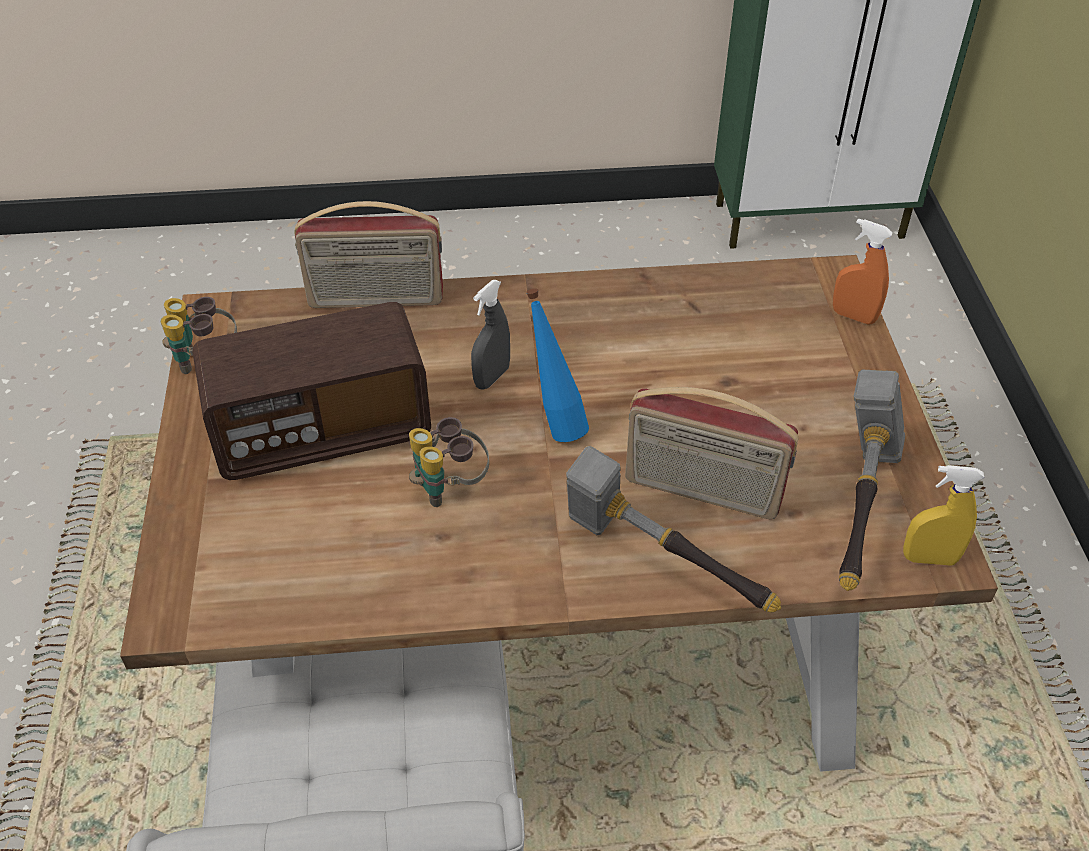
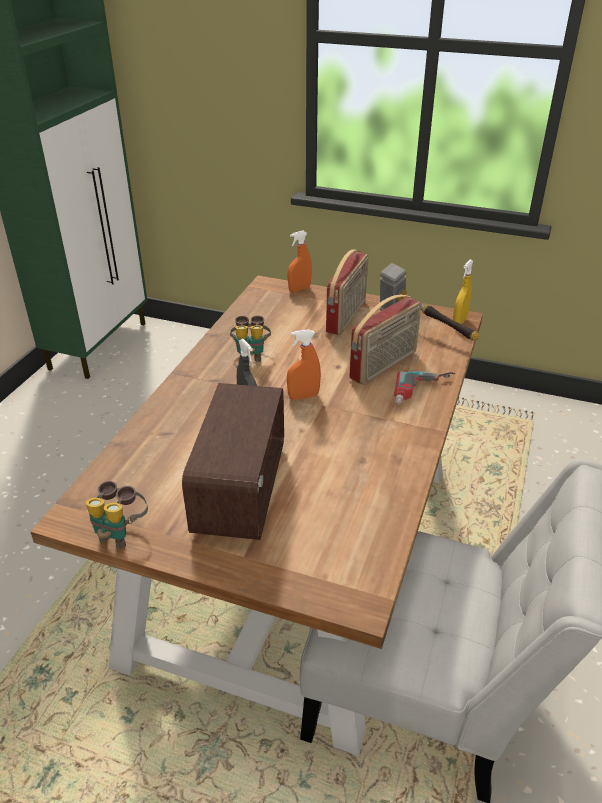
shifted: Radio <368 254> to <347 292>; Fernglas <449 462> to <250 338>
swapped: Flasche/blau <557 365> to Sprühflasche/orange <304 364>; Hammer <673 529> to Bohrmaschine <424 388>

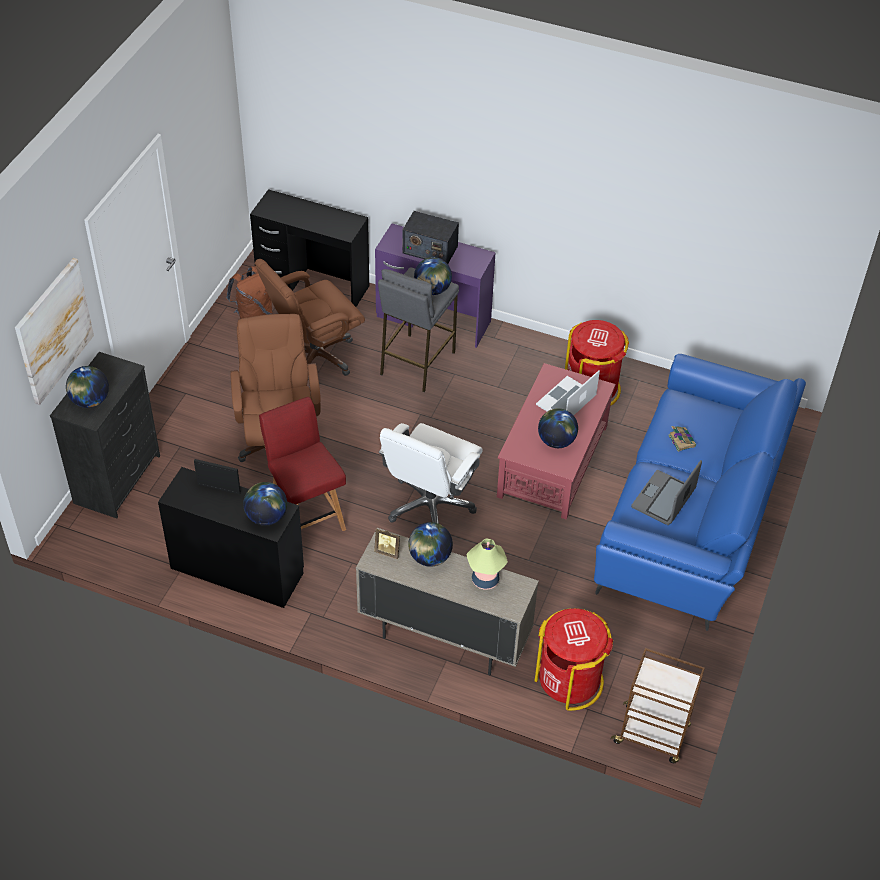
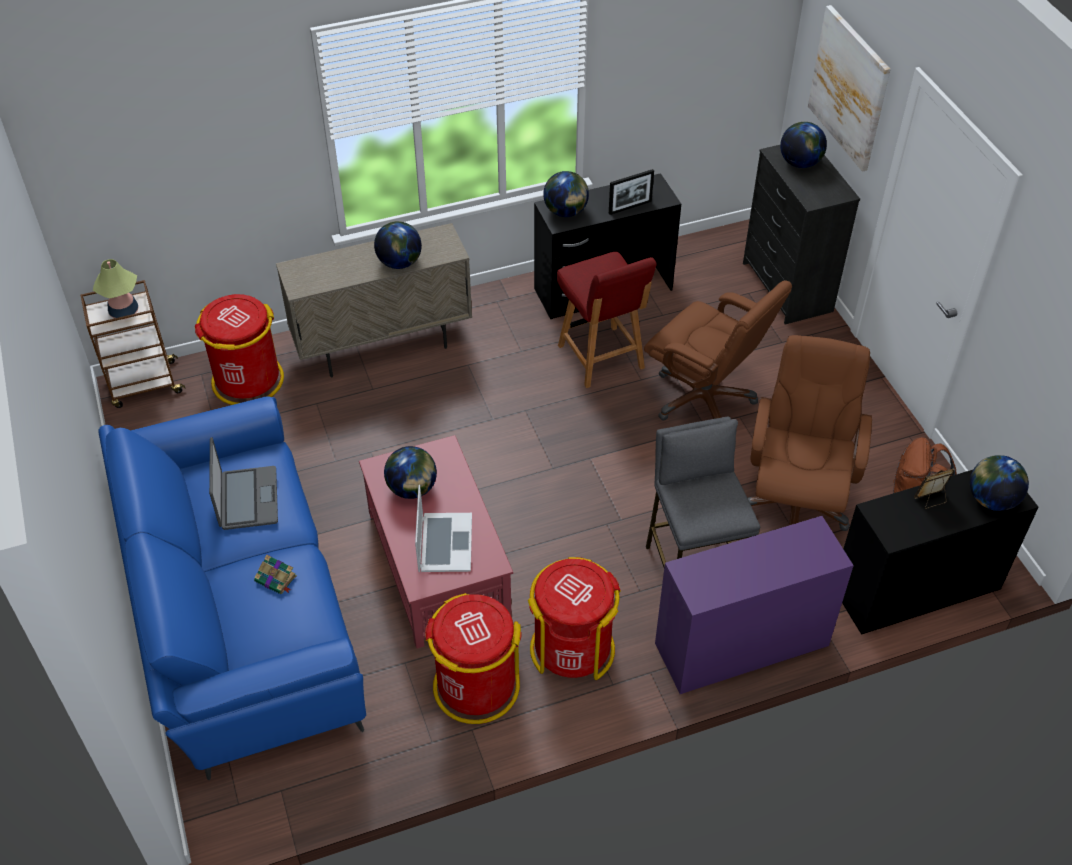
gone: Bürostuhl/weiß <430 473>; Radio <430 237>
new: Mülleimer/rot <574 618>
shifted: Bilderrahmen <387 543> to <934 488>; Globus <433 276> to <999 483>; Tischlampe <487 564> to <116 289>
rotated: Stuhl/rot <302 464> = <607 320> 45 degrees clockwise

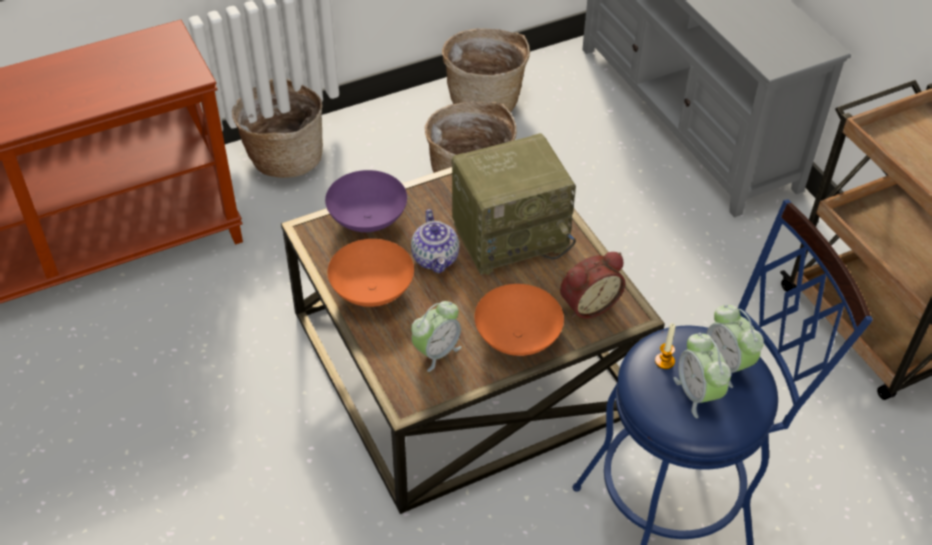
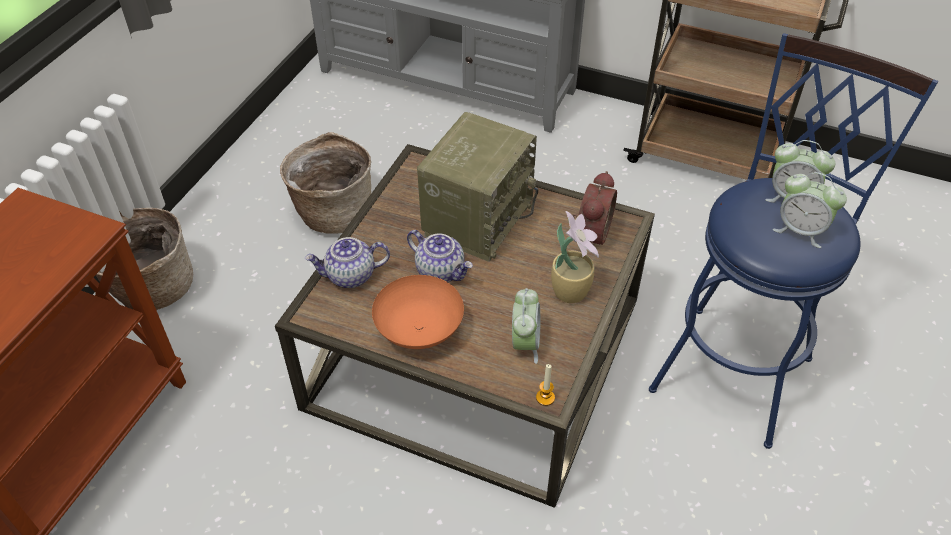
gone: Korb <486 70>
shifted: Kerze <665 346> to <545 385>
swapped: Schüssel/lila <366 201> to Teekanne <347 262>; Schüssel/orange <519 320> to Topfpflanze <575 257>

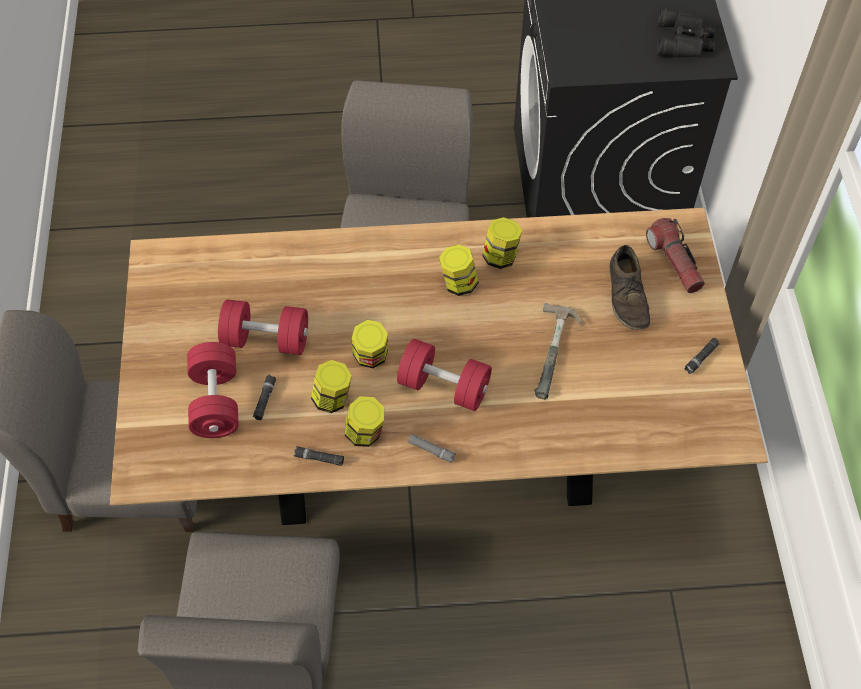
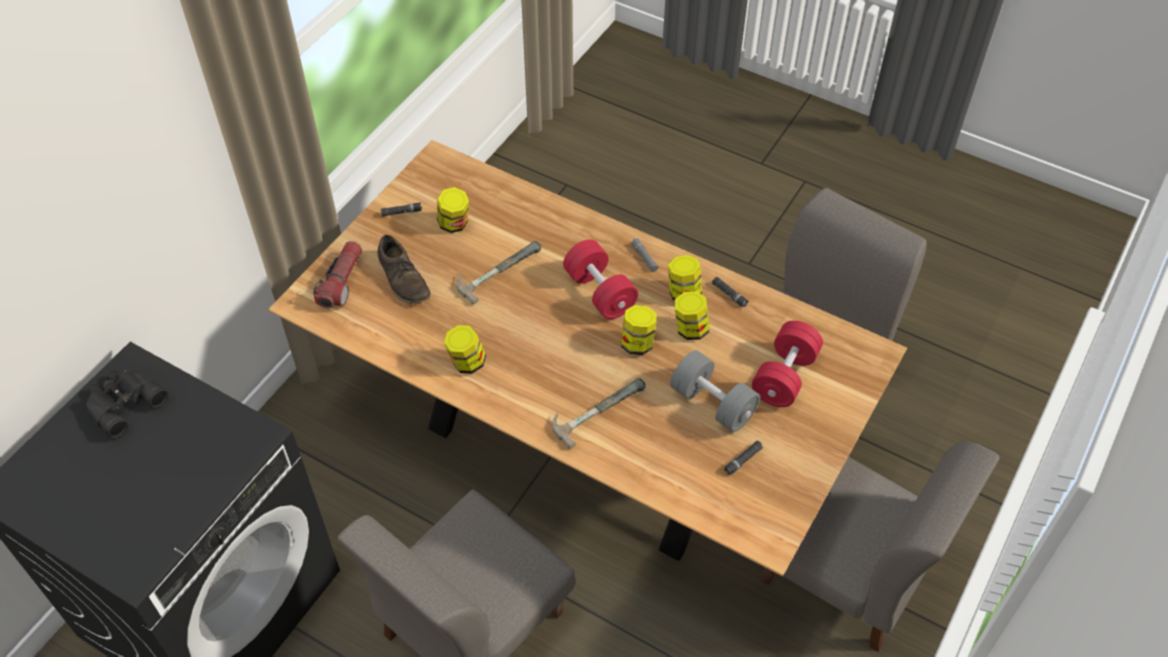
new: Hammer <598 413>
shifted: Taschenlampe/schwarz <264 397> to <743 458>; Vorratsglas <459 270> to <453 210>
repainted: Hantel/rot <263 327> to Hantel/grau <715 391>
rotated: Schuh/braun <629 287> = <404 269> 120 degrees clockwise

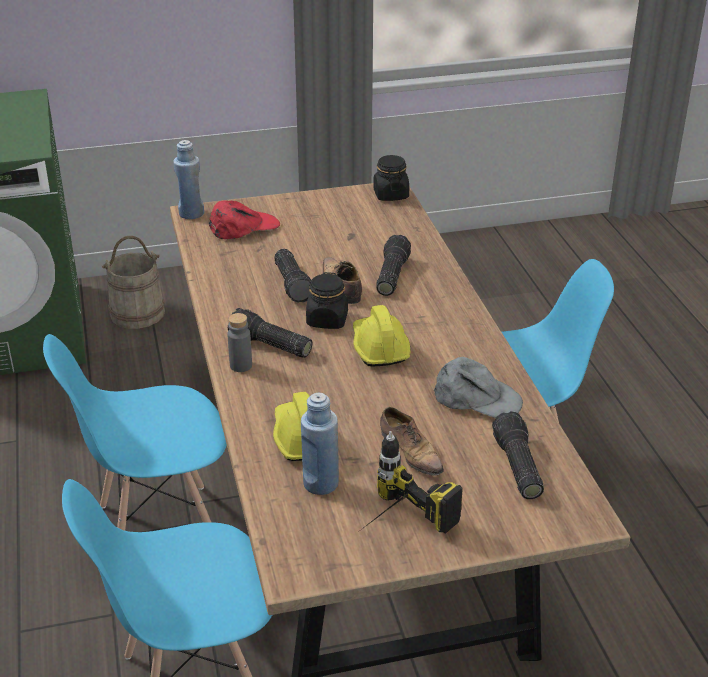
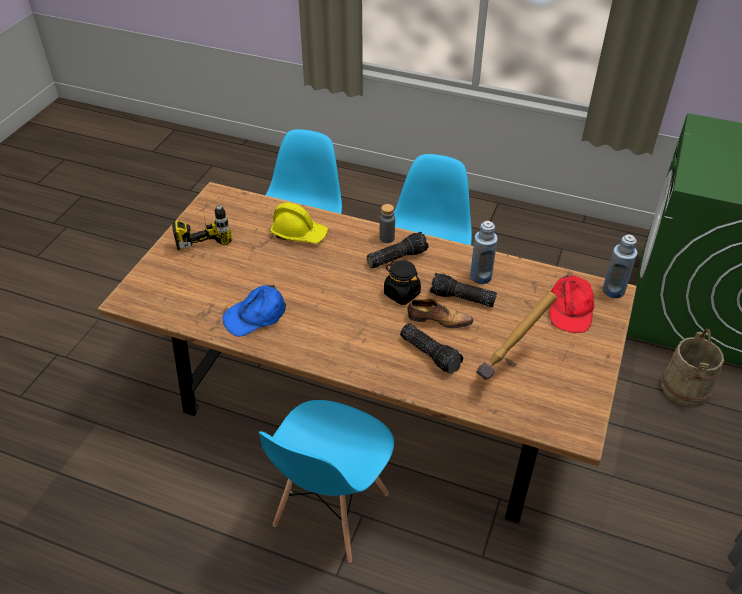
gone: Schutzhelm/gelb <382 336>; Vorratsglas/schwarz <391 178>; Schuh <412 442>; Taschenlampe <518 455>
new: Hammer <516 336>
shifted: Flasche/blau <320 444> to <484 252>
repainted: Kappe/grau <478 387> to Kappe/blau <254 311>

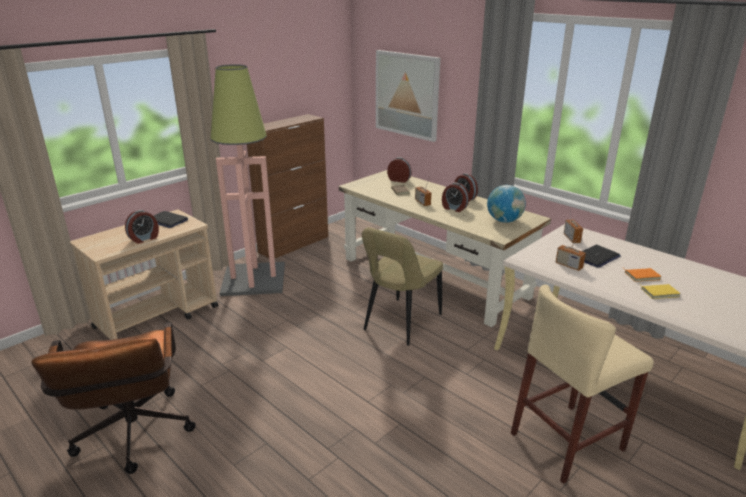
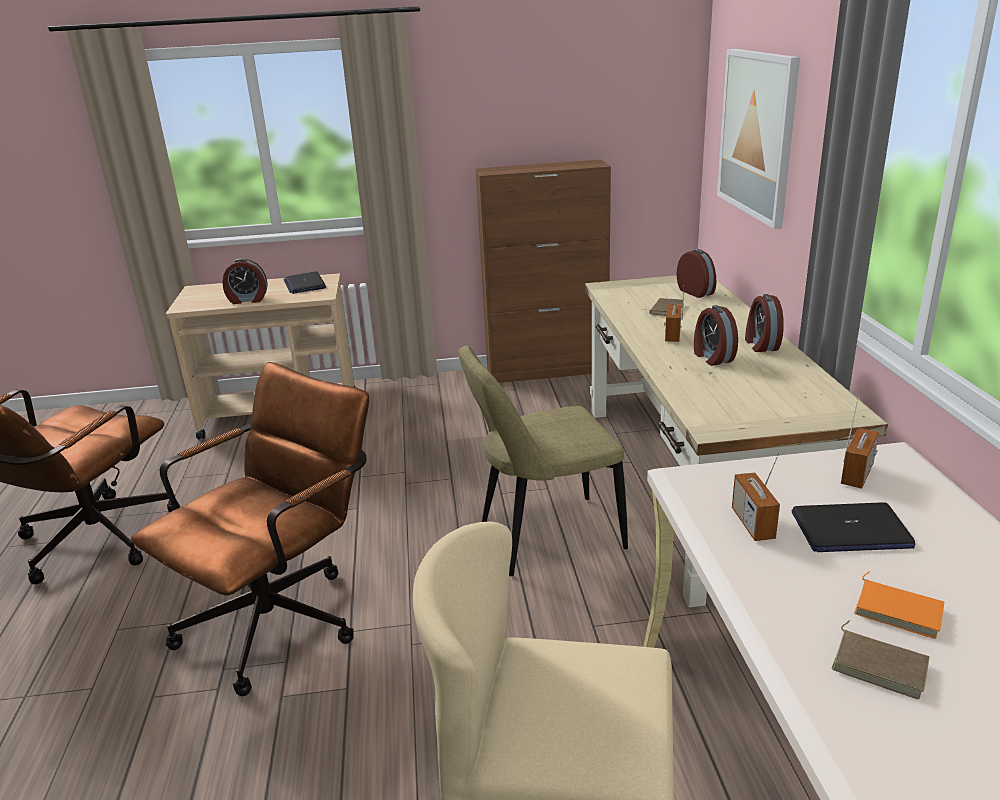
gone: Stehlampe <247 180>; Globus <506 204>
new: Bürostuhl/braun <250 529>
repainted: Buch/gelb <660 291> to Buch/braun <880 660>

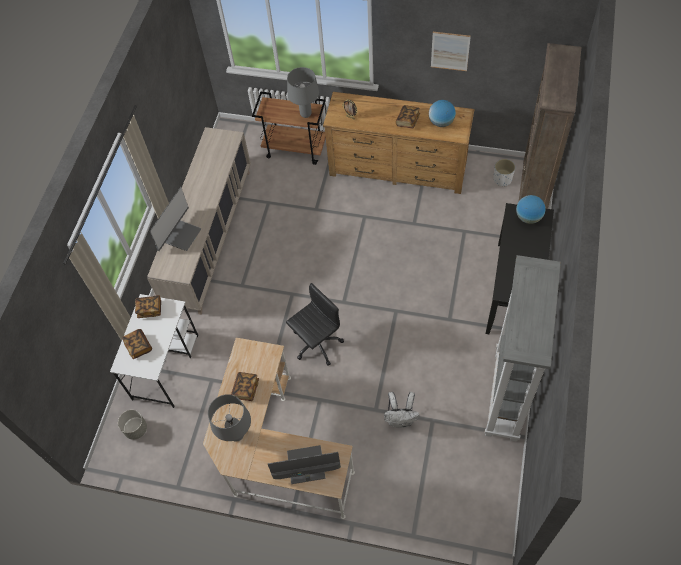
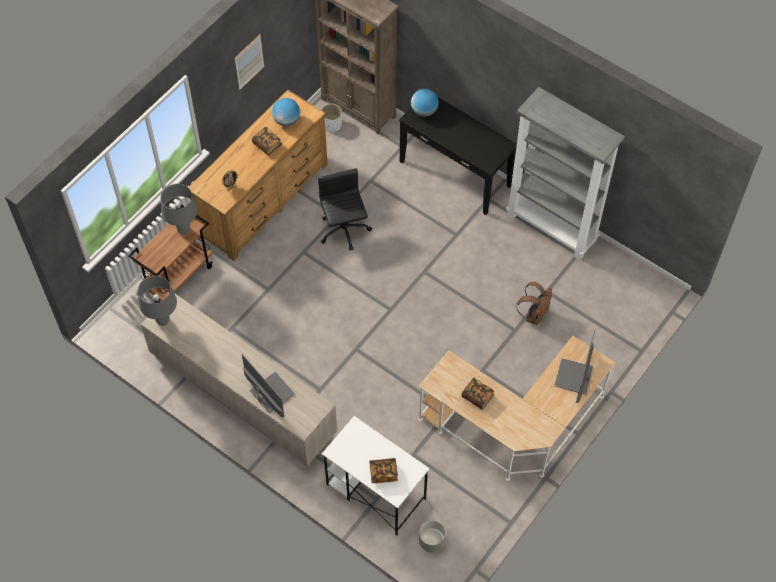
gone: Buch <148 306>
shifted: Tischlampe/grau <229 418> to <157 301>; Bürostuhl/schwarz <315 324> to <345 209>
repainted: Rucksack/weiß <402 409> to Rucksack/braun <534 303>

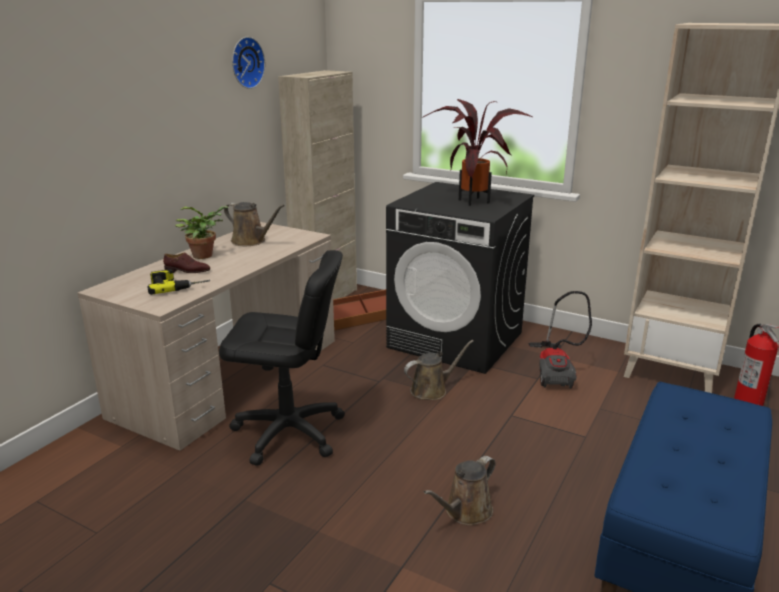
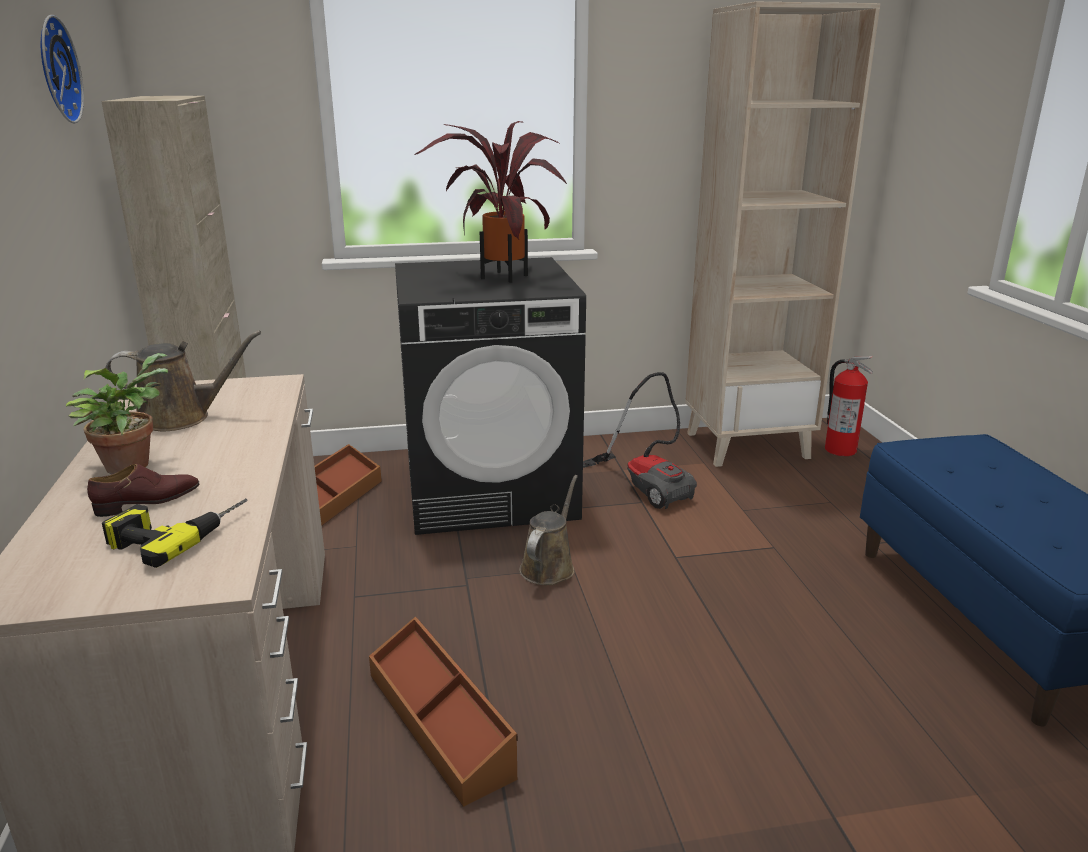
gone: Gießkanne/braun <460 490>
swapped: Bürostuhl/schwarz <282 358> to Aufbewahrungsbox/braun <443 711>

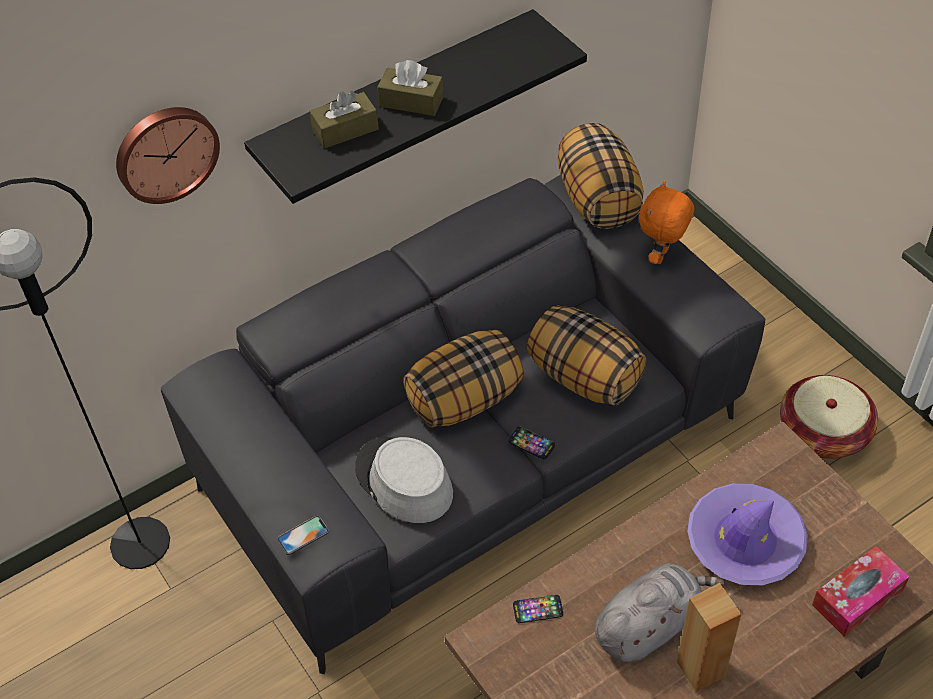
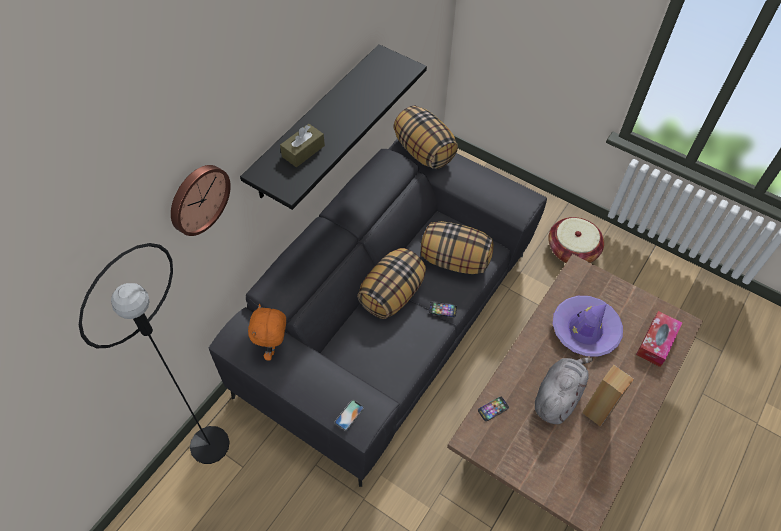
gone: Hut/grau <404 480>; Taschentuchbox/braun <410 88>
shifted: Plüschtier/orange <666 222> to <267 332>

